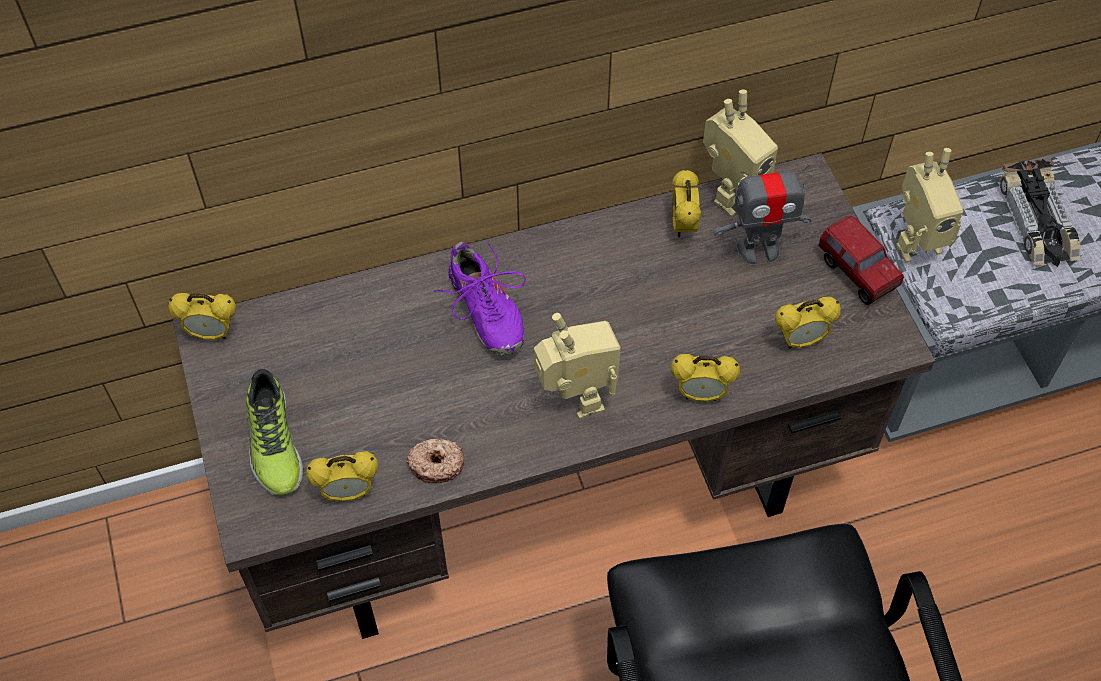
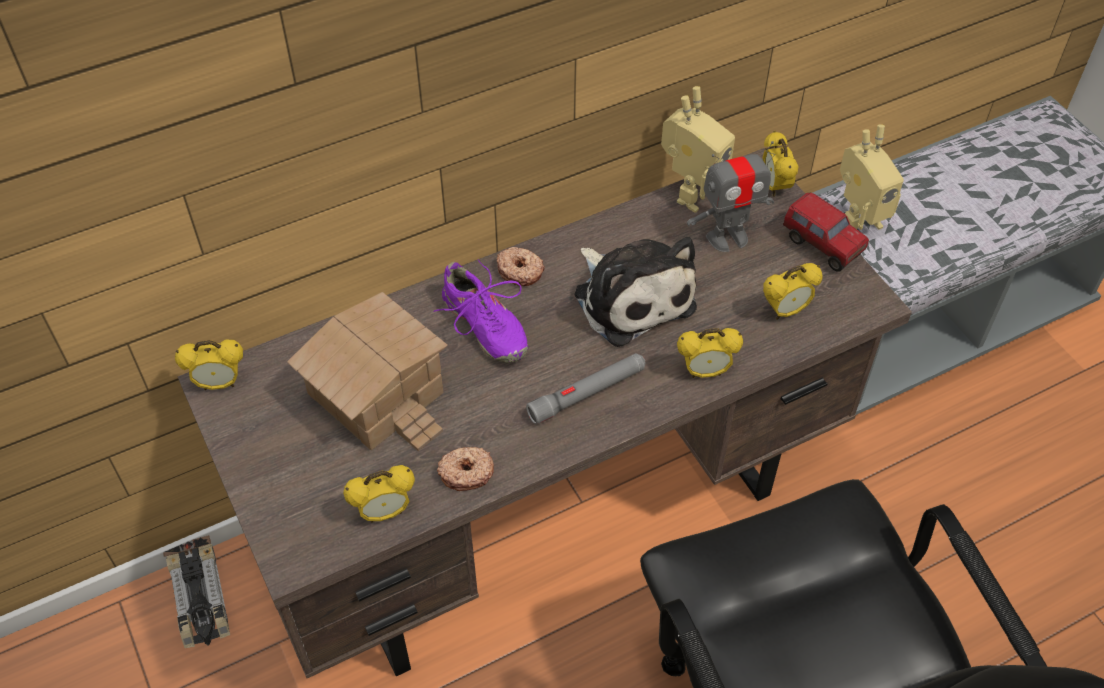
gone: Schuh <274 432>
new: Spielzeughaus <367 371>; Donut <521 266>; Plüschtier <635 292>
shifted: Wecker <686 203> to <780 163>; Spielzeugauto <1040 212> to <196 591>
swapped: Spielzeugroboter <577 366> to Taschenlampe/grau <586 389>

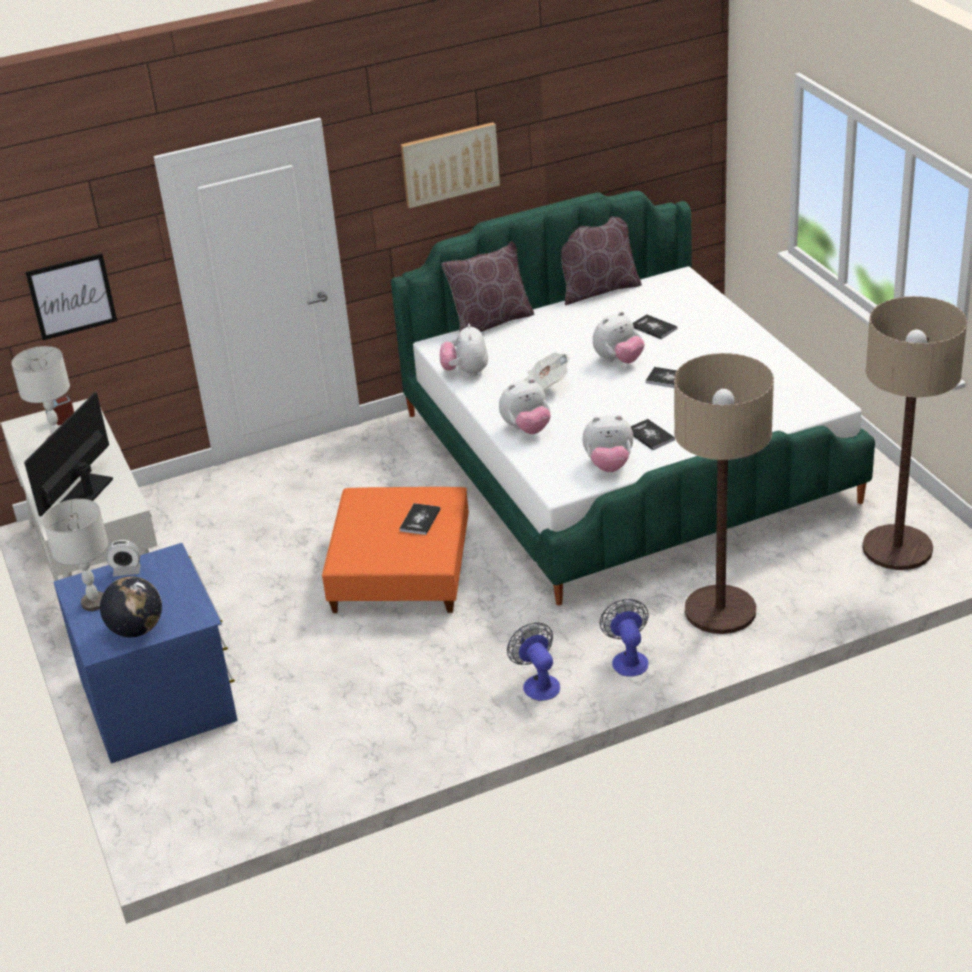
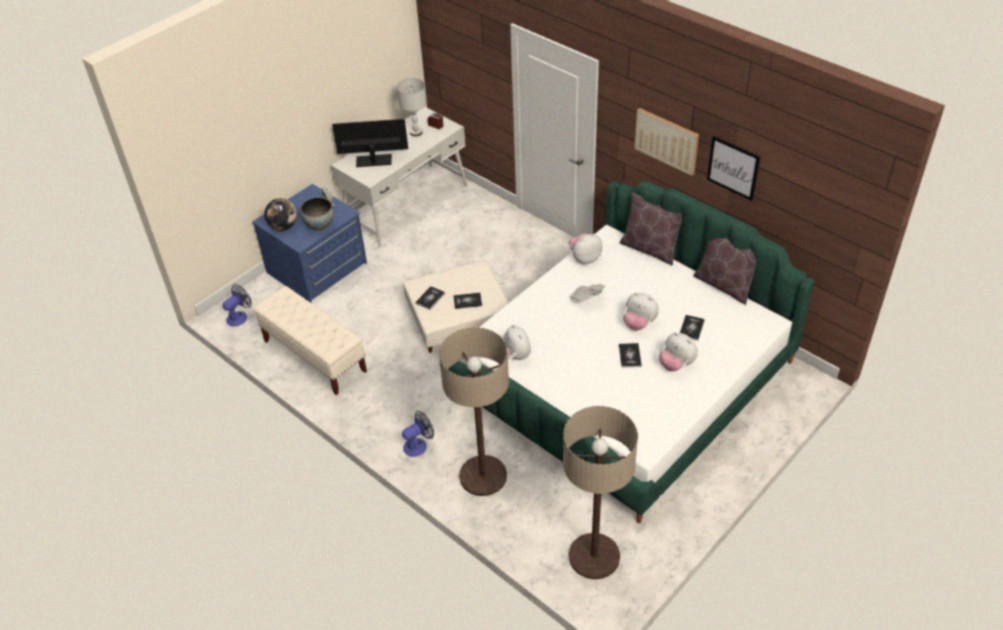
gone: Tischlampe/grau <75 555>
new: Bank/beige <310 340>; Schüssel <317 214>
shifted: Bild <71 296> to <733 168>; Plüschtier <525 406> to <678 351>; Ventilator <533 662> to <237 305>; Buch <652 434> to <430 298>
repainted: Polsterhocker/orange <395 550> to Polsterhocker/beige <456 306>

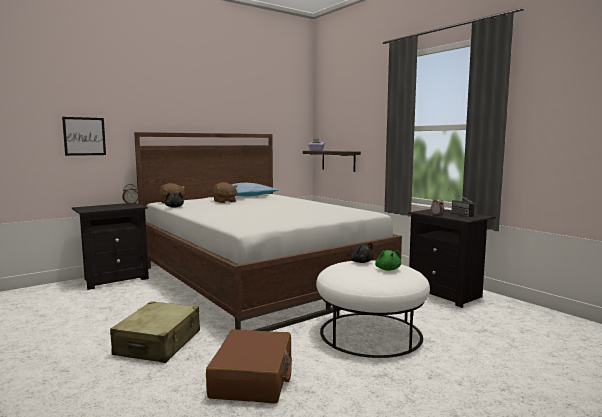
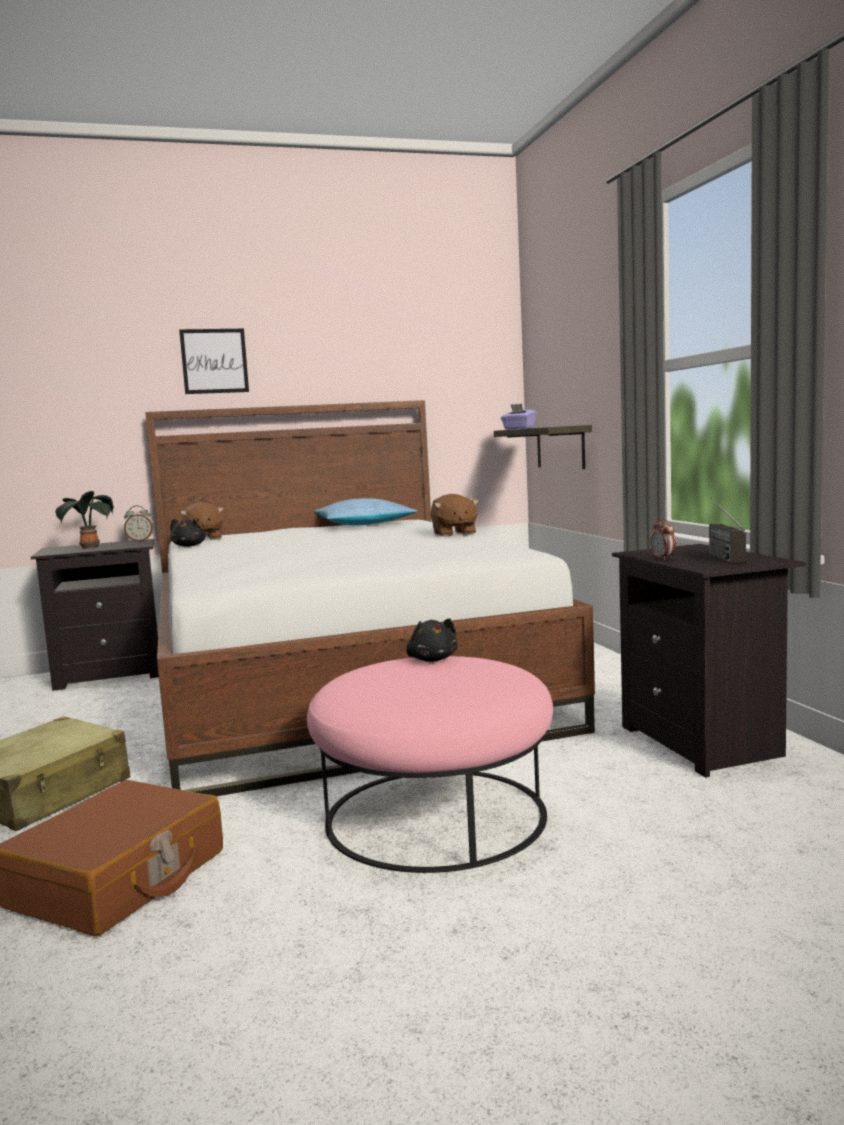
gone: Plüschtier/grün <388 260>
new: Topfpflanze <84 520>
shifted: Bild <84 136> to <214 361>; Plüschtier/braun <225 192> to <454 515>
repainted: Polsterhocker/weiß <373 309> to Polsterhocker/rosa <430 764>

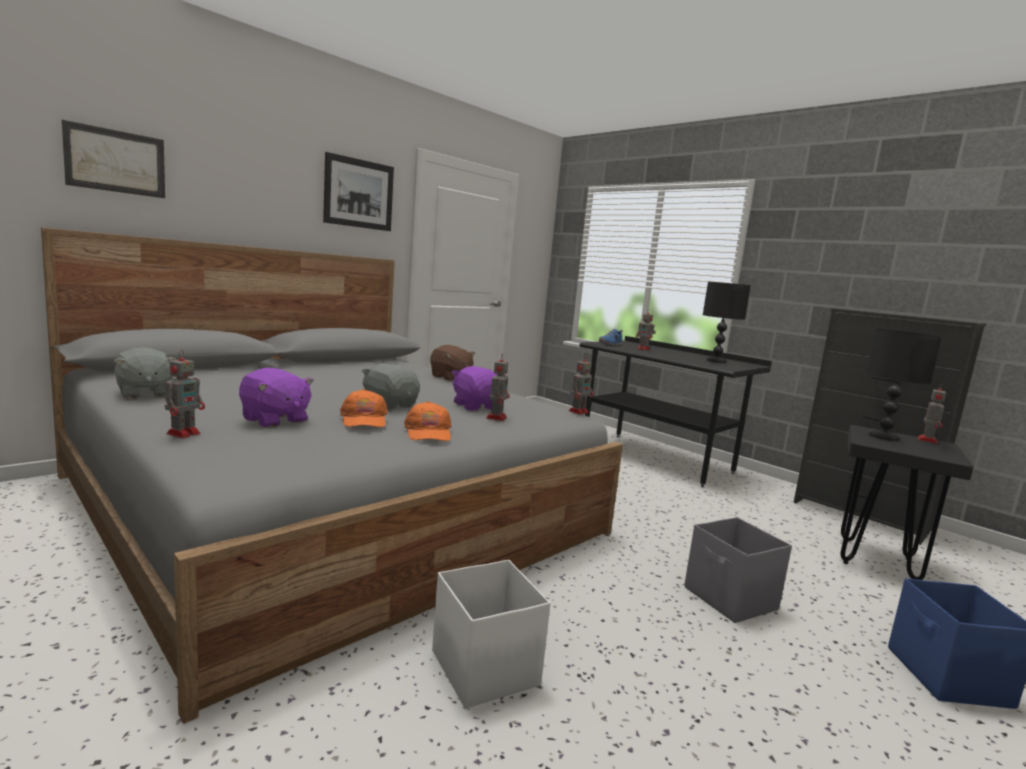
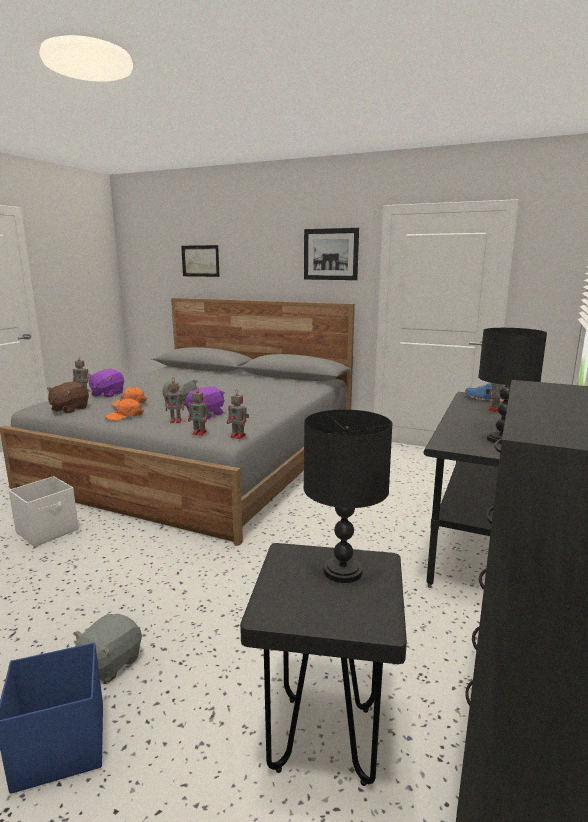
gone: Aufbewahrungsbox/grau <738 570>
shifted: Plüschtier/grau <145 373> to <107 648>; Plüschtier/braun <452 363> to <68 397>; Spielzeugroboter <931 414> to <199 411>

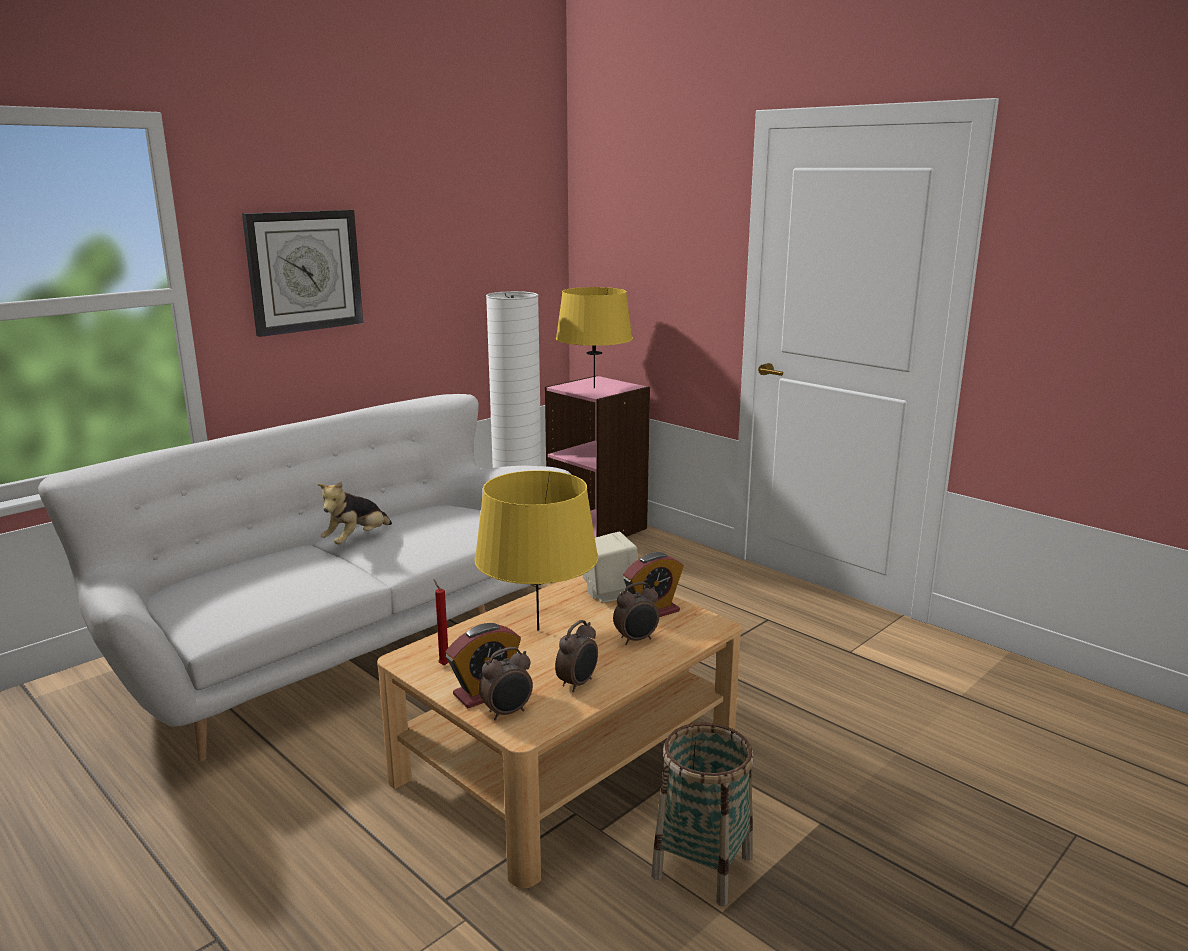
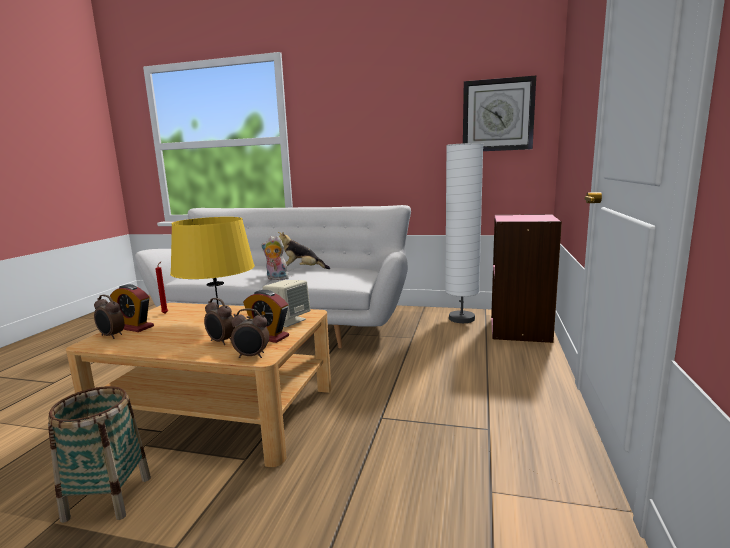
gone: Tischlampe/gelb <594 337>
new: Plüschtier <275 258>
shifted: Wanduhr <302 273> to <499 113>; Wecker <576 656> to <250 333>

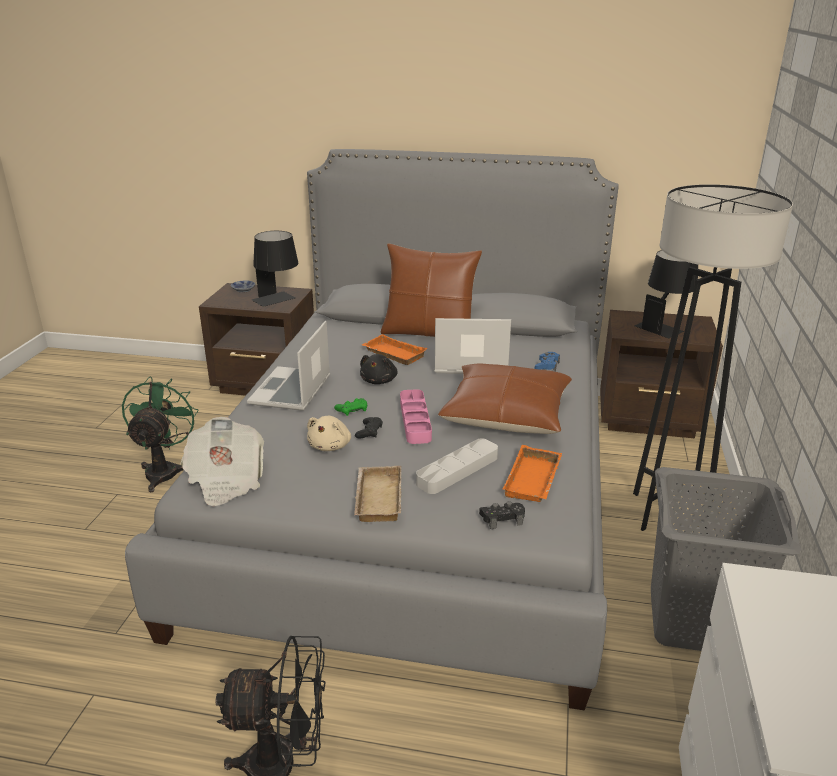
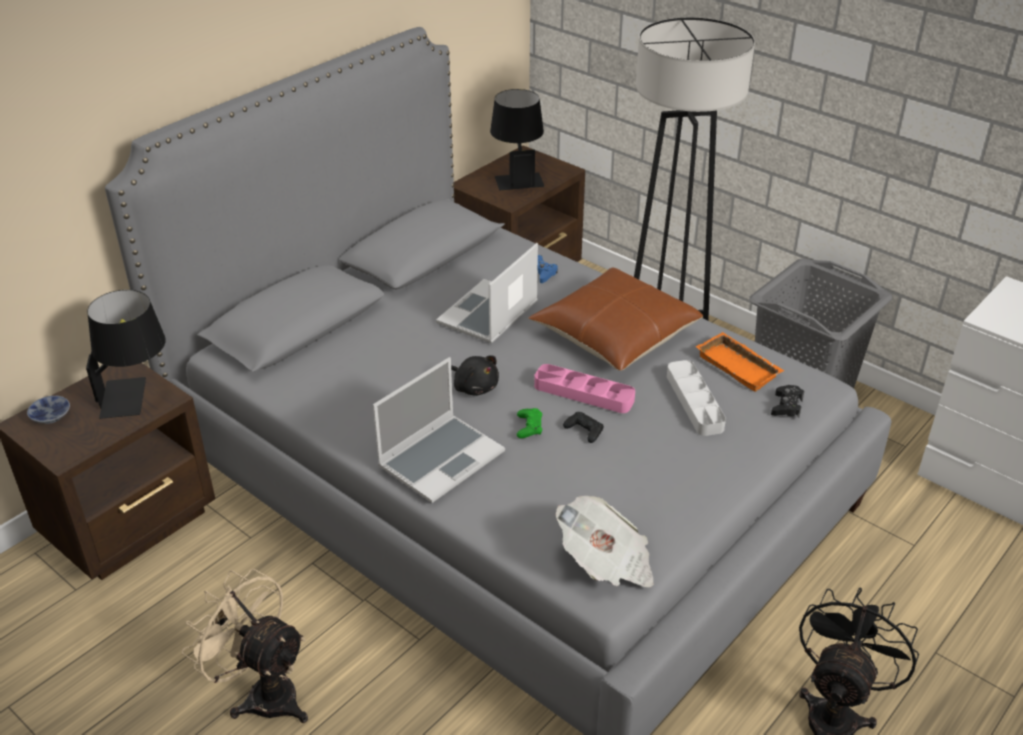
gone: Plüschtier/beige <329 433>; Tablett/beige <377 494>; Tablett/orange <395 349>; Kissen/braun <431 290>
repainted: Ventilator/grün <160 434> to Ventilator/beige <245 646>
rotated: Laptop <288 366> = <439 430> 90 degrees counterclockwise

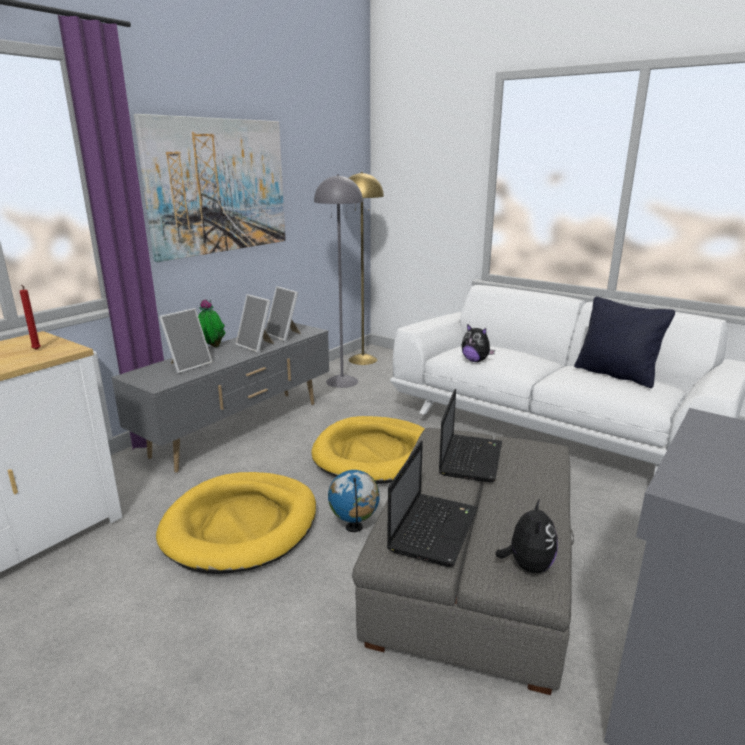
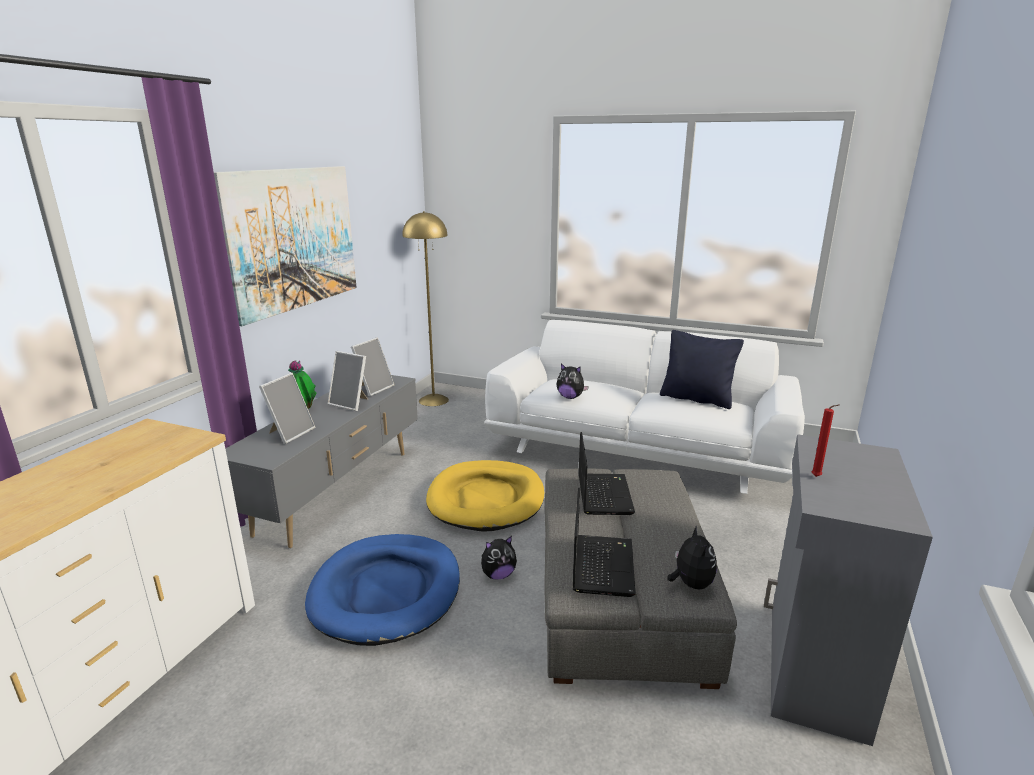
gone: Stehlampe/grau <338 281>
shifted: Kerze/rot <30 317> to <826 440>
swapped: Globus <354 501> to Plüschtier <499 558>
repainted: Hundebett/gelb <236 523> to Hundebett/blau <382 590>
rotated: Bilderrahmen <283 314> = <372 367> 90 degrees counterclockwise

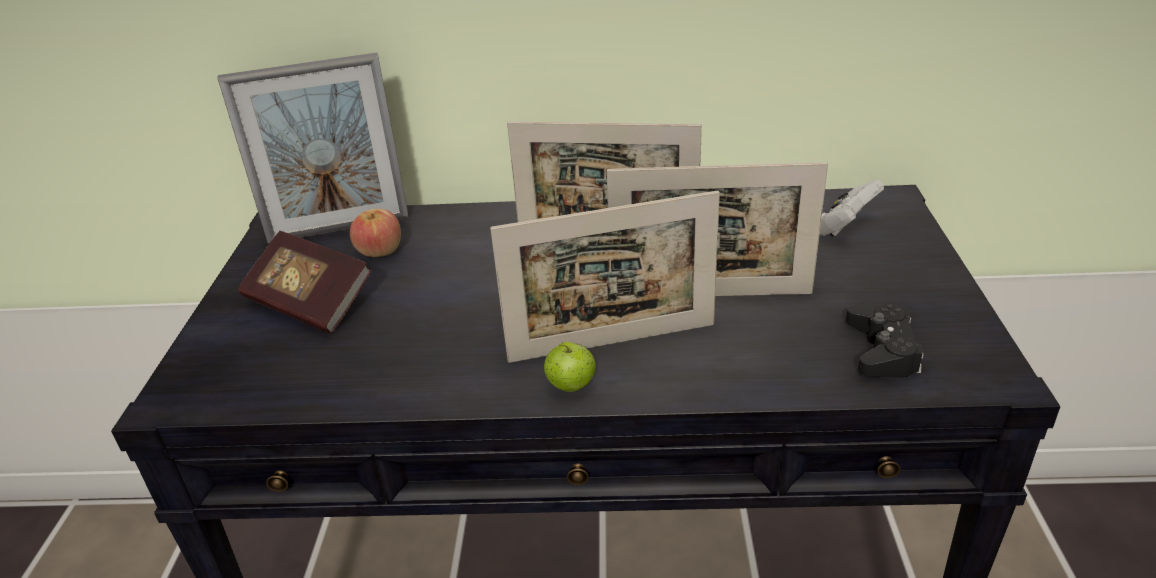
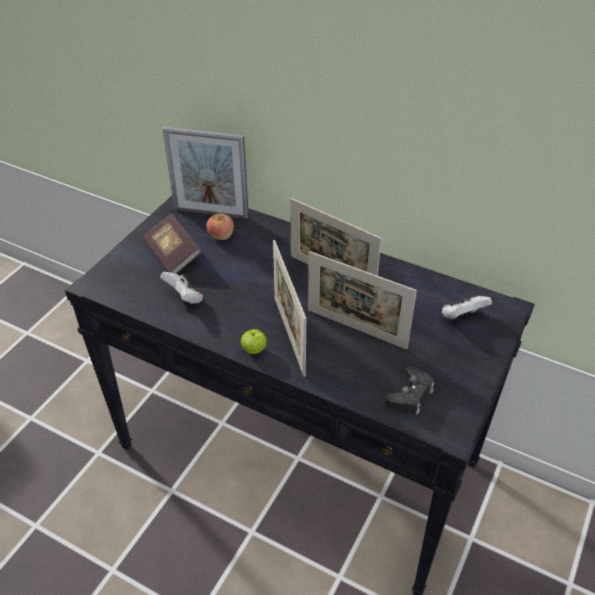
new: Gamepad/weiß <181 288>
rotated: Bilderrahmen <605 276> = <289 308> 60 degrees clockwise

